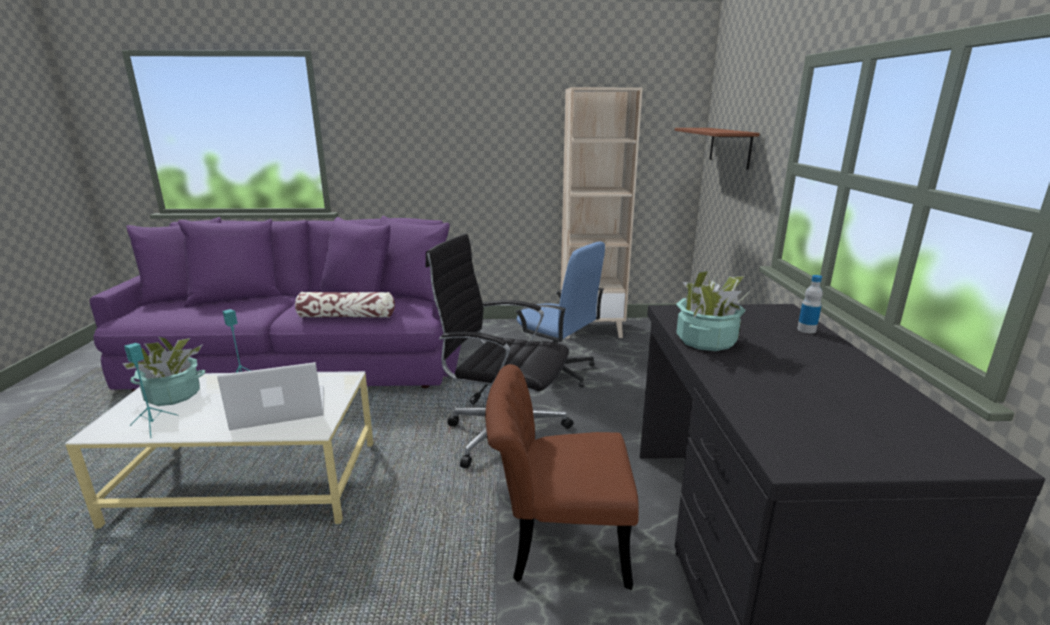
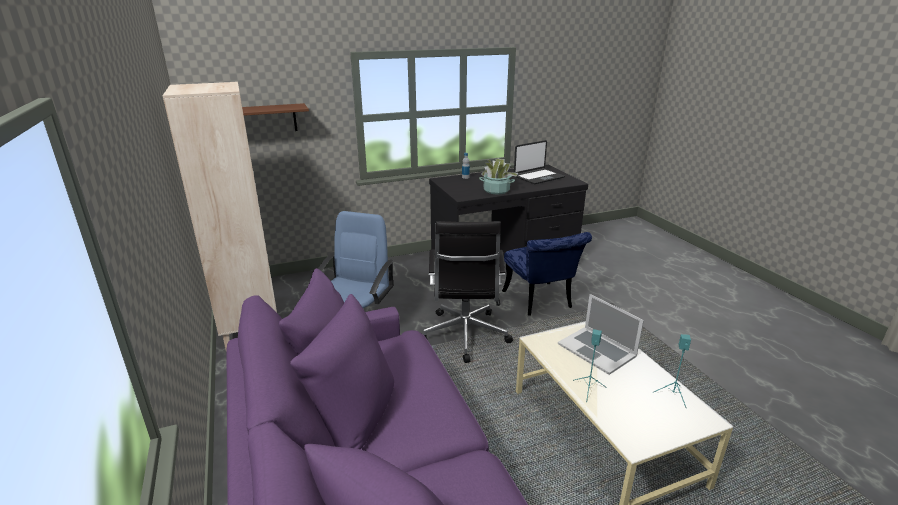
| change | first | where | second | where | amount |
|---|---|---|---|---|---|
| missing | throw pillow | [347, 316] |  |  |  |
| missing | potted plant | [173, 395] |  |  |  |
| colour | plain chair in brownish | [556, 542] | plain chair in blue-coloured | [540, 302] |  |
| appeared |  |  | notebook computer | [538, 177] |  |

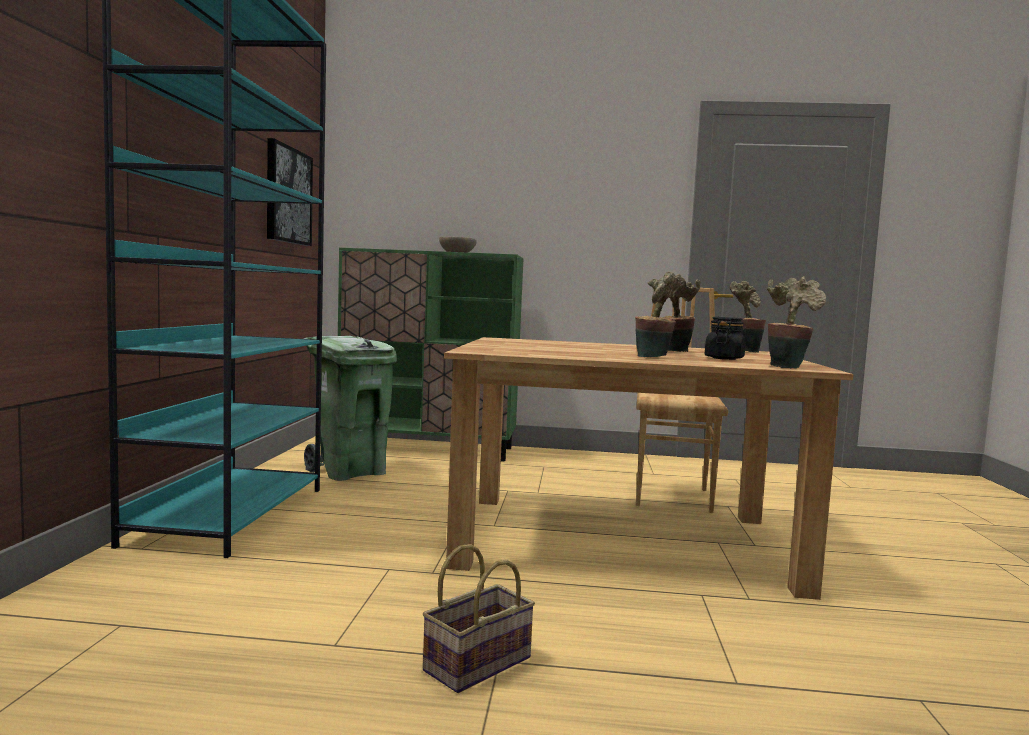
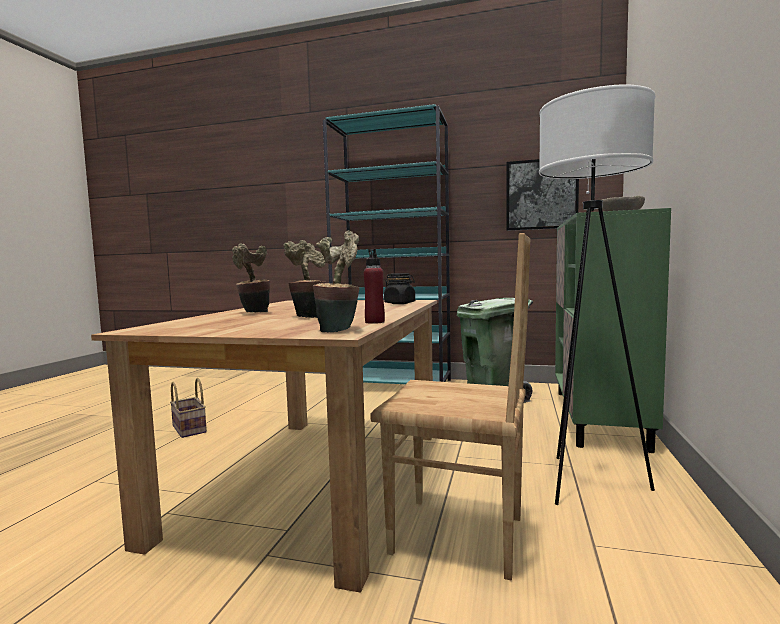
| change | first | where | second | where | amount |
|---|---|---|---|---|---|
| missing | potted plant | [787, 366] |  |  |  |
| relocated | jar in black | [724, 358] |  | [400, 303] |  |
| appeared |  |  | standard lamp in whitish | [586, 483] |  |
| appeared |  |  | drink bottle in reddish | [374, 322] |  |

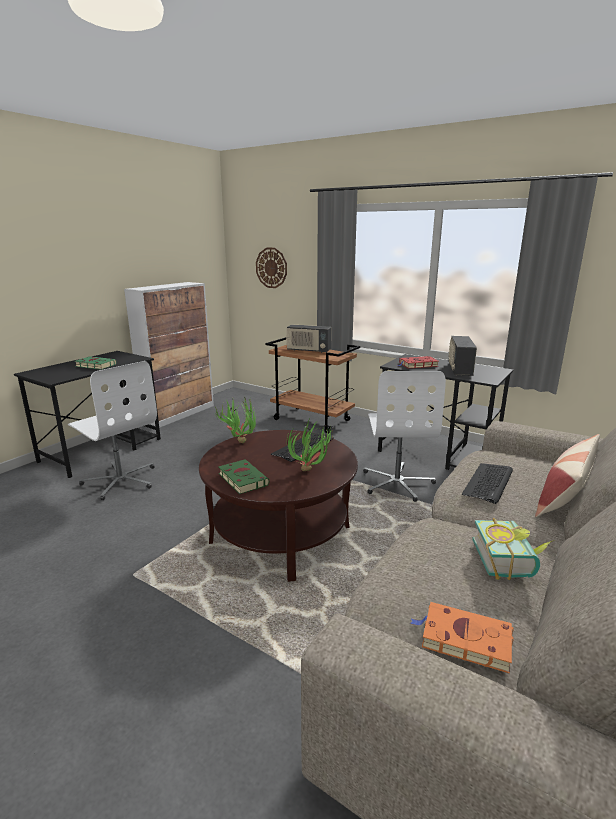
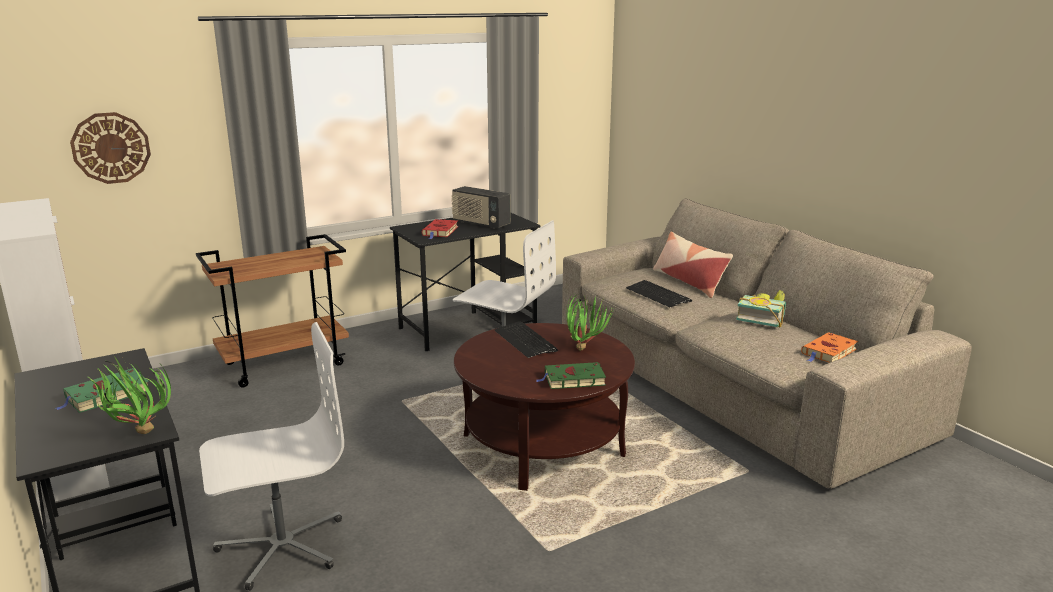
| change | first | where | second | where | amount |
|---|---|---|---|---|---|
| missing | radio | [308, 350] |  |  |  |
| relocated | potted plant | [238, 441] |  | [135, 435] |  |

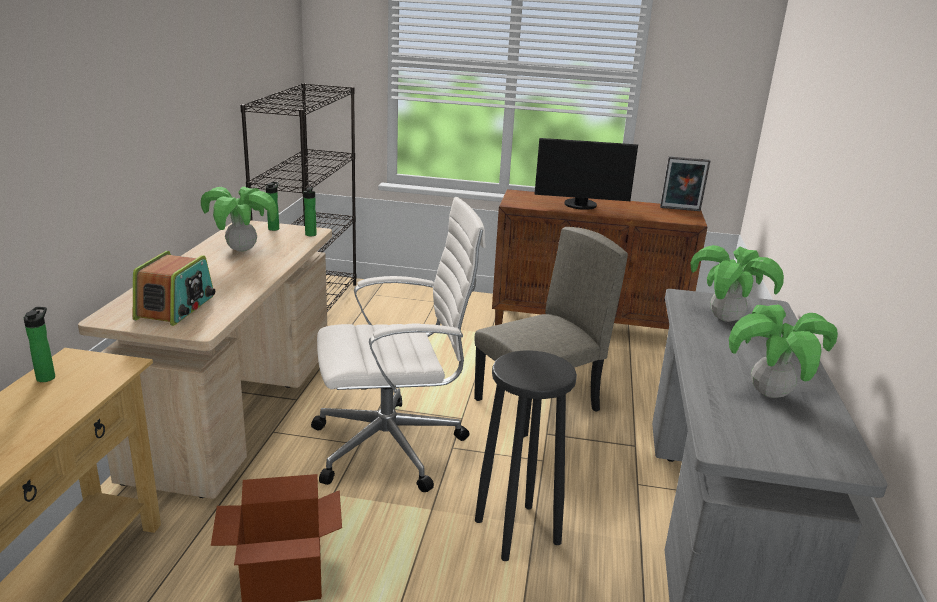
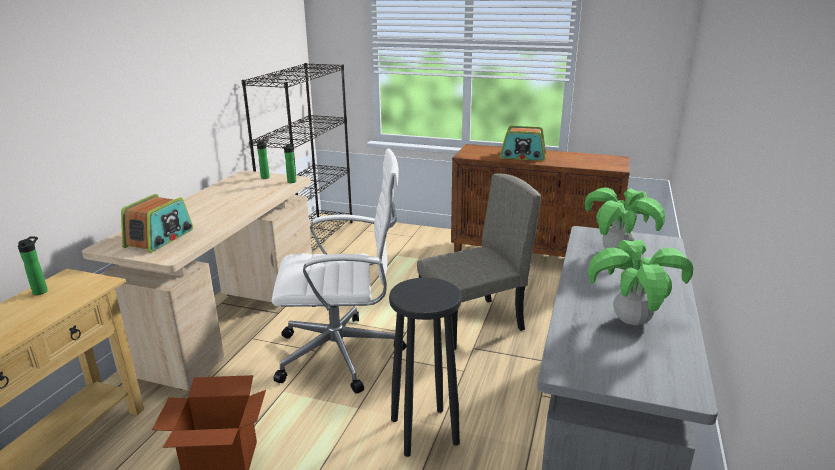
| change | first | where | second | where | amount |
|---|---|---|---|---|---|
| exchanged | computer screen | [580, 205] | radio | [522, 156] |  |
| missing | photo frame | [680, 209] |  |  |  |
| missing | potted plant | [242, 249] |  |  |  |

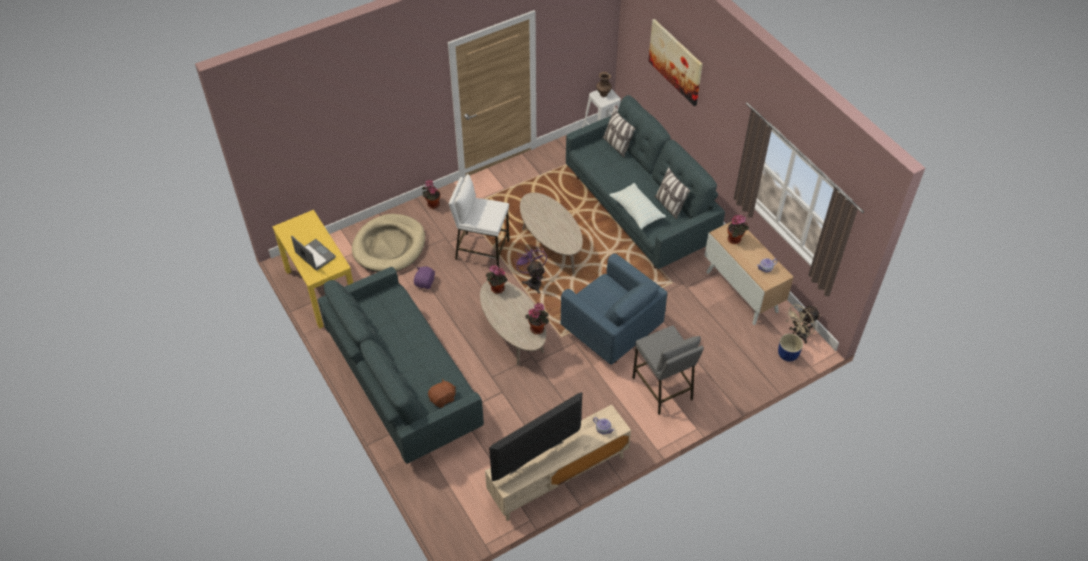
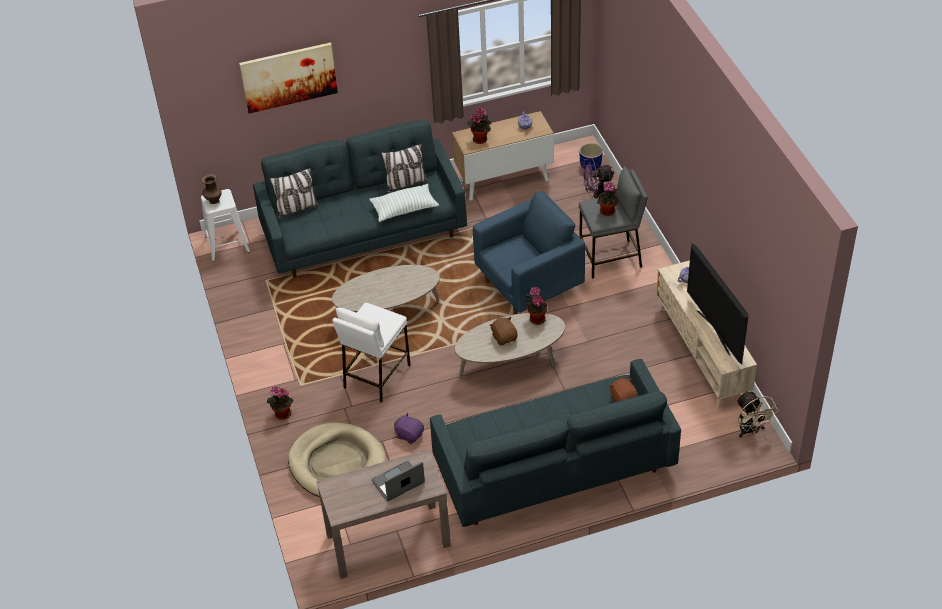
| change | first | where | second | where | amount |
|---|---|---|---|---|---|
| colour | console table in yellowish | [321, 290] | console table in brownish | [387, 540] |  |
| relocated | fan in purple | [533, 281] |  | [596, 196] |  |
| relocated | potted plant | [496, 289] |  | [608, 212] |  |
| relocated | fan in beige-coloured | [799, 335] |  | [750, 430] |  |
| appeared |  |  | cuddly toy in brownish | [504, 337] |  |

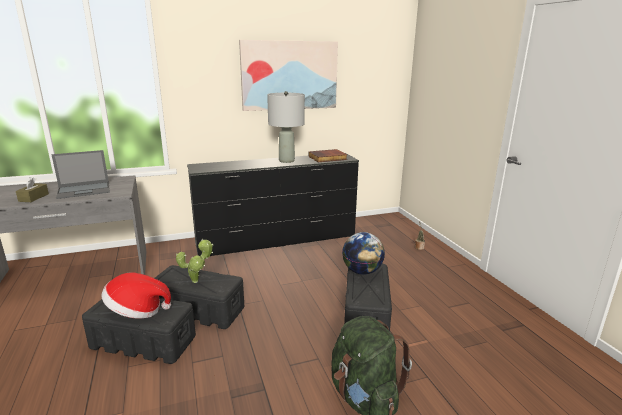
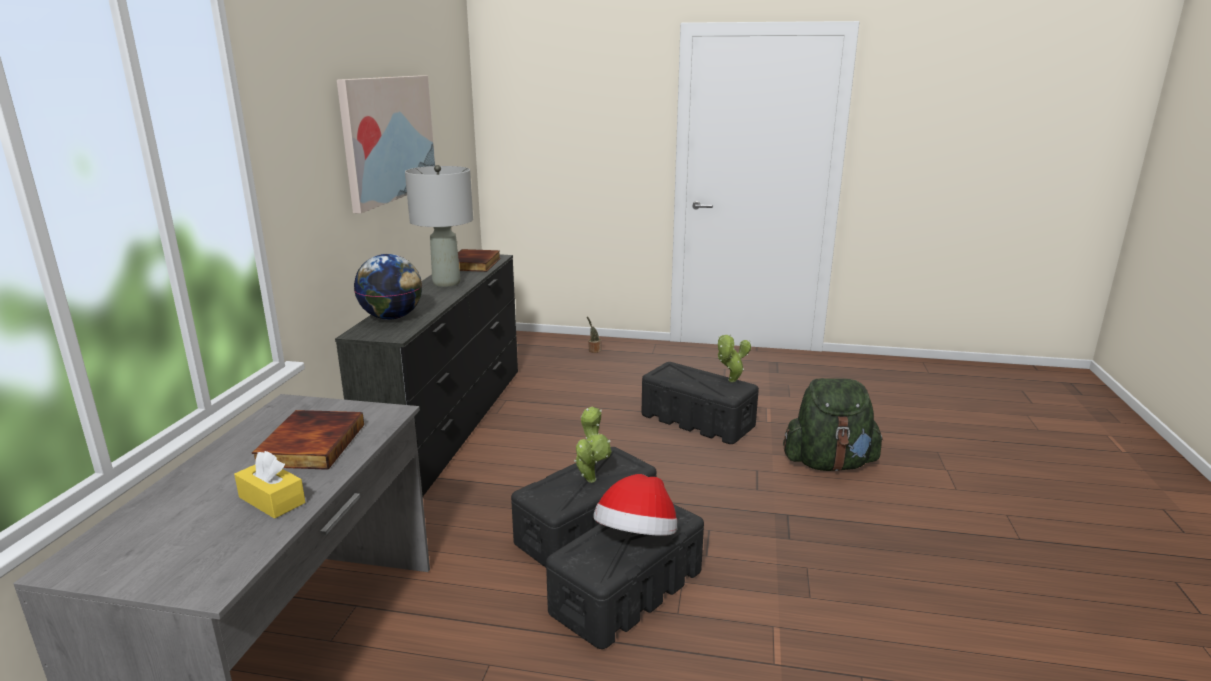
| change | first | where | second | where | amount |
|---|---|---|---|---|---|
| exchanged | notebook computer | [85, 190] | volume | [310, 444] |  |
| colour | box of tissues in brownish | [33, 197] | box of tissues in yellowish | [272, 500] |  |
| relocated | globe | [362, 271] |  | [392, 317] |  |
| appeared |  |  | potted plant | [730, 382] |  |

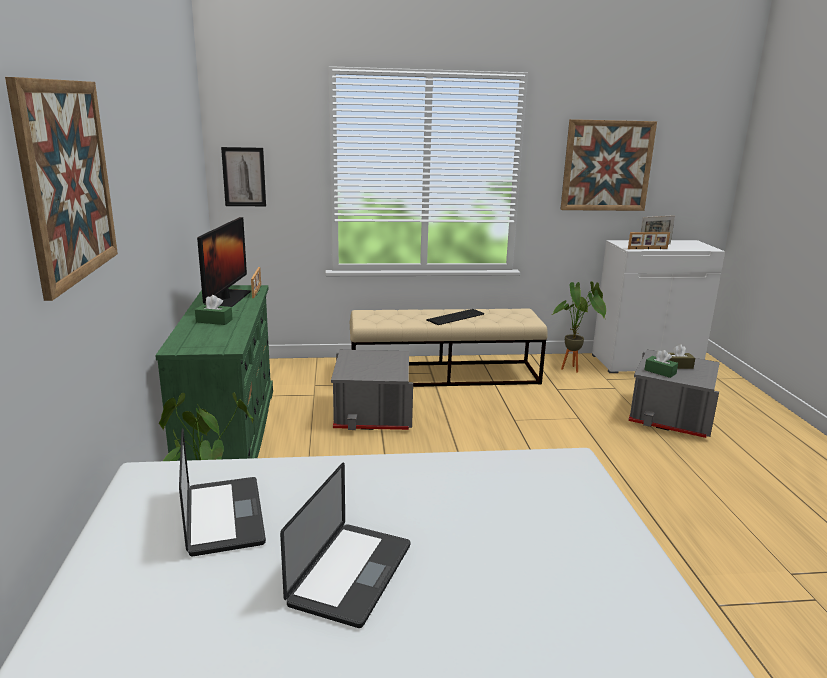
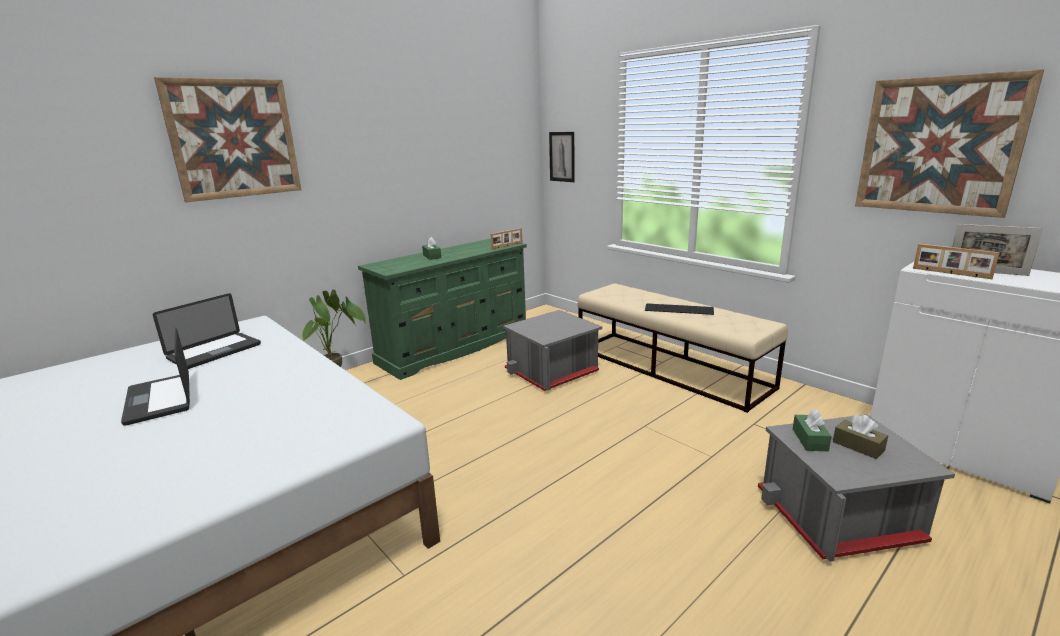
| change | first | where | second | where | amount |
|---|---|---|---|---|---|
| missing | computer screen | [227, 299] |  |  |  |
| missing | potted plant | [575, 369] |  |  |  |
| spun | notebook computer | [351, 574] |  | [159, 399] | 75 degrees clockwise |

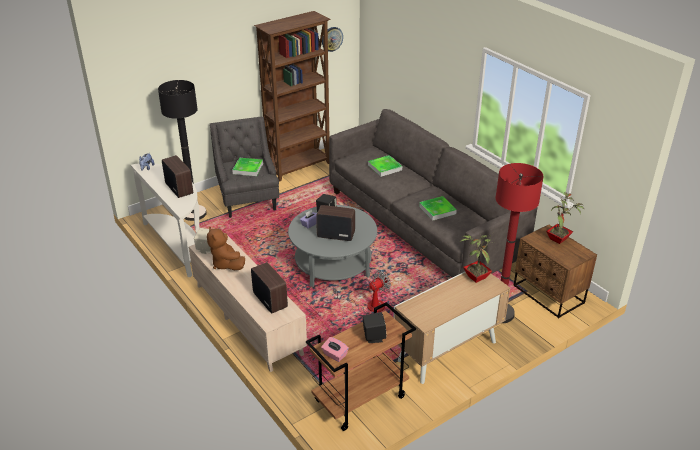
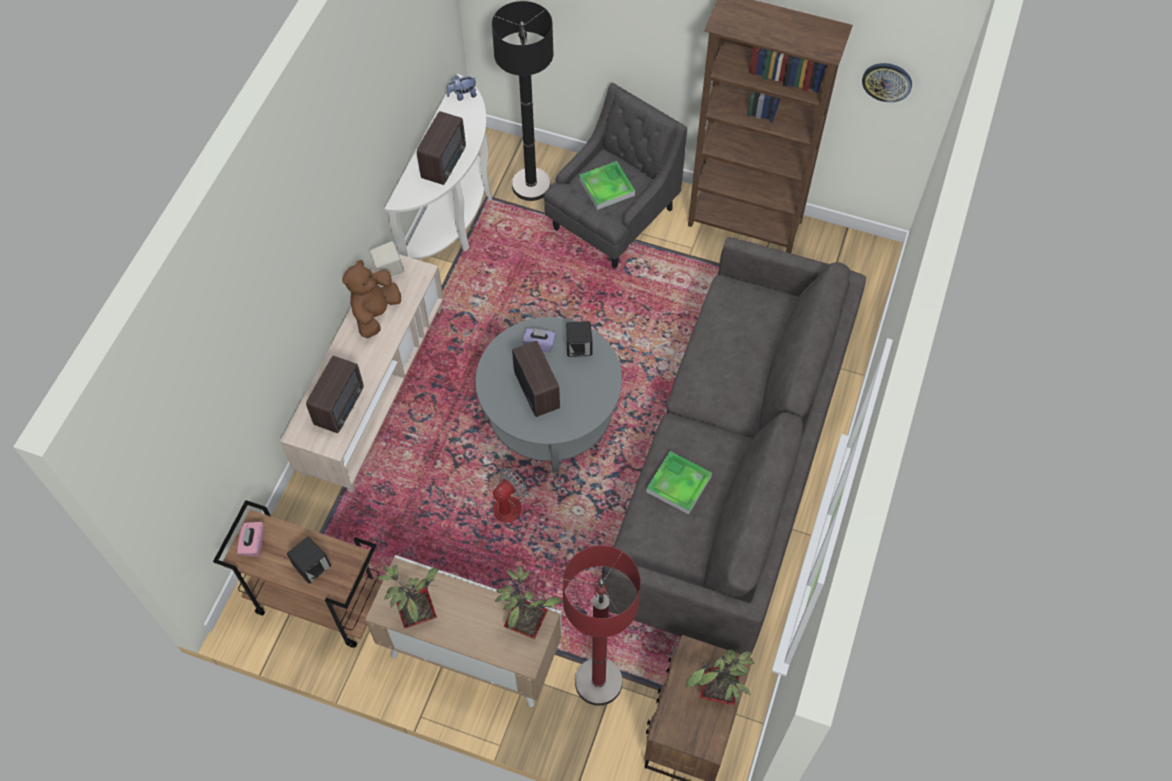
| change | first | where | second | where | amount |
|---|---|---|---|---|---|
| missing | tray | [385, 167] |  |  |  |
| spun | fan | [369, 305] |  | [496, 508] | 60 degrees counterclockwise |
| appeared |  |  | potted plant | [417, 612] |  |

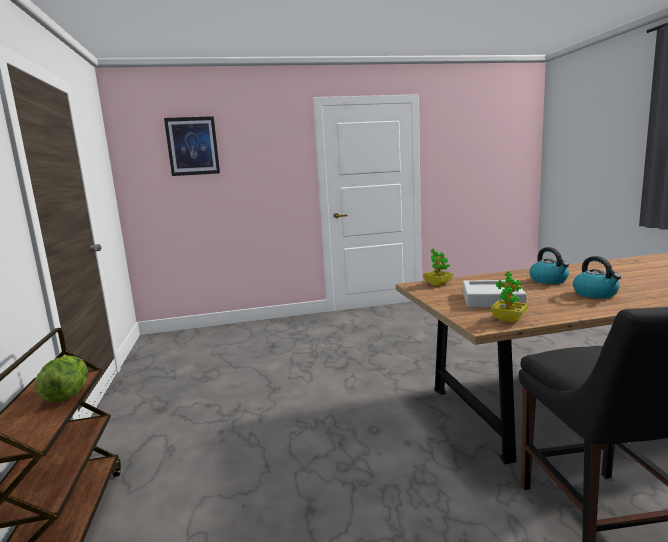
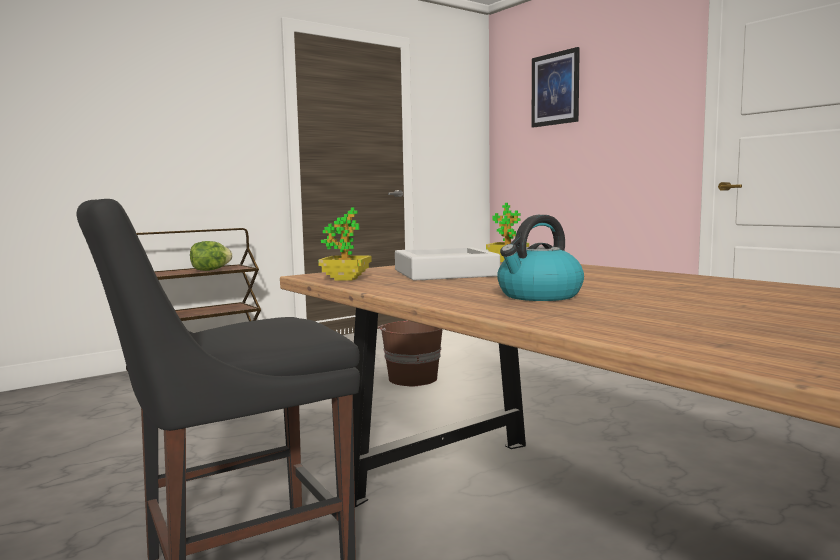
| change | first | where | second | where | amount |
|---|---|---|---|---|---|
| missing | water kettle | [549, 280] |  |  |  |
| appeared |  |  | bucket in brownish | [412, 378] |  |

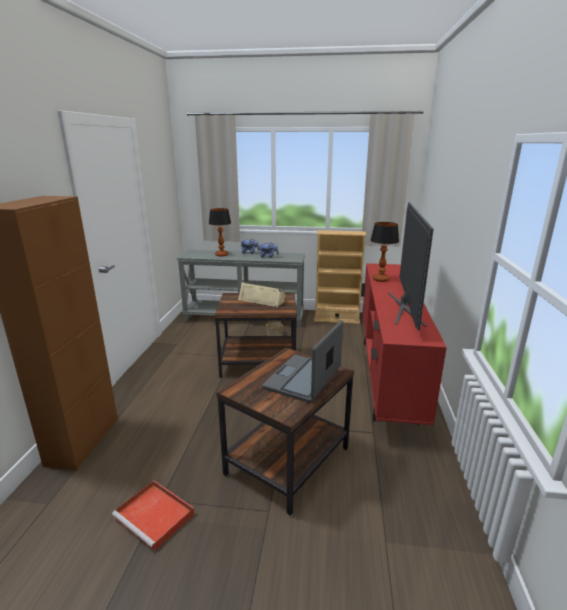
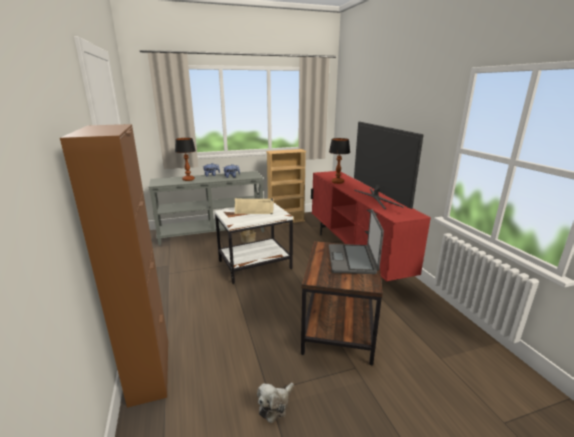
| change | first | where | second | where | amount |
|---|---|---|---|---|---|
| colour | accent table in brownish | [259, 363] | accent table in whitish | [254, 264] |  |
| exchanged | tray in reddish | [156, 516] | cuddly toy | [275, 405] |  |

